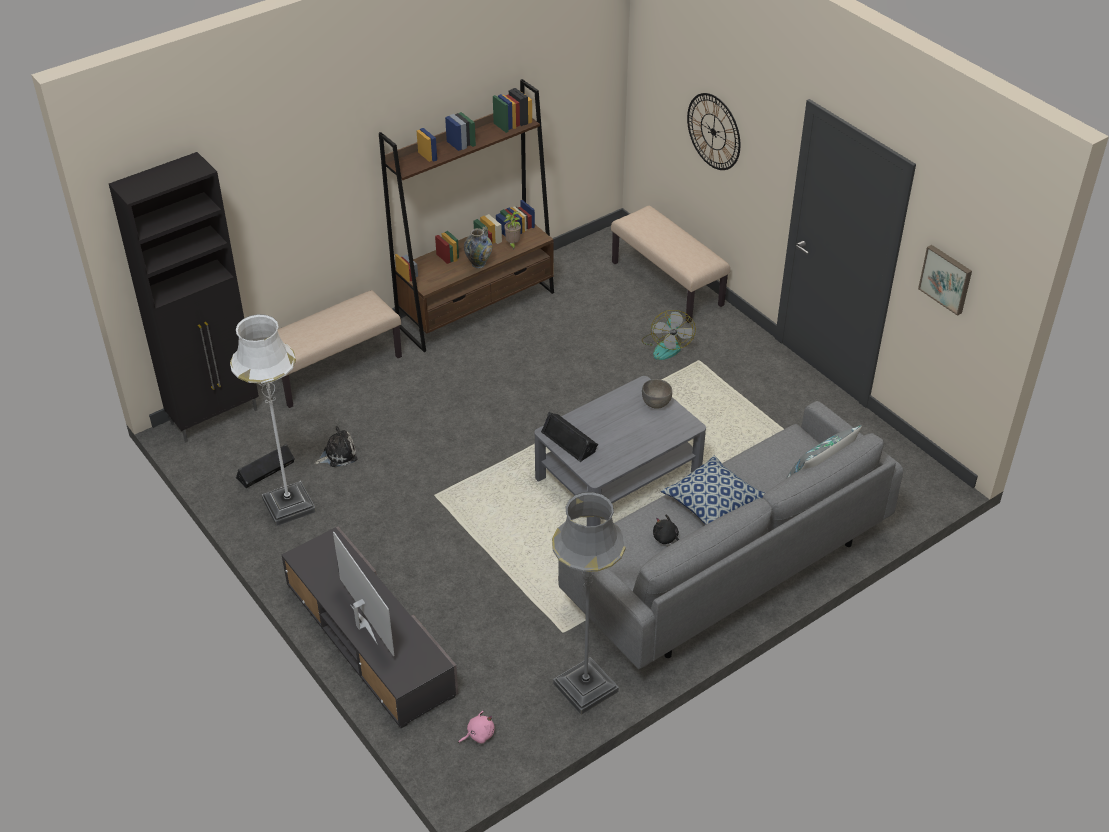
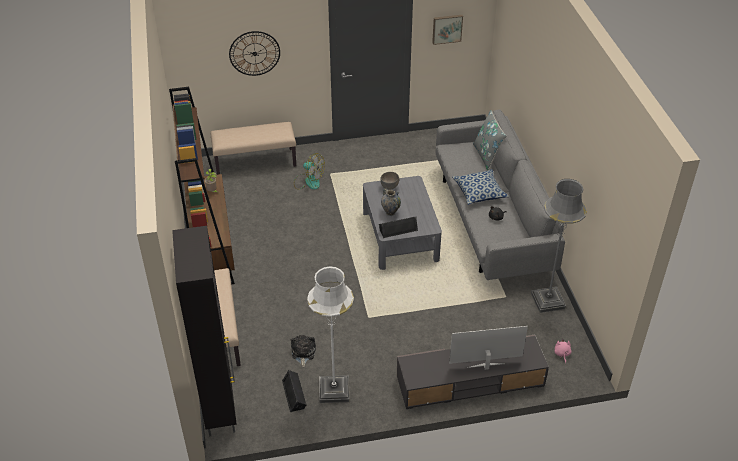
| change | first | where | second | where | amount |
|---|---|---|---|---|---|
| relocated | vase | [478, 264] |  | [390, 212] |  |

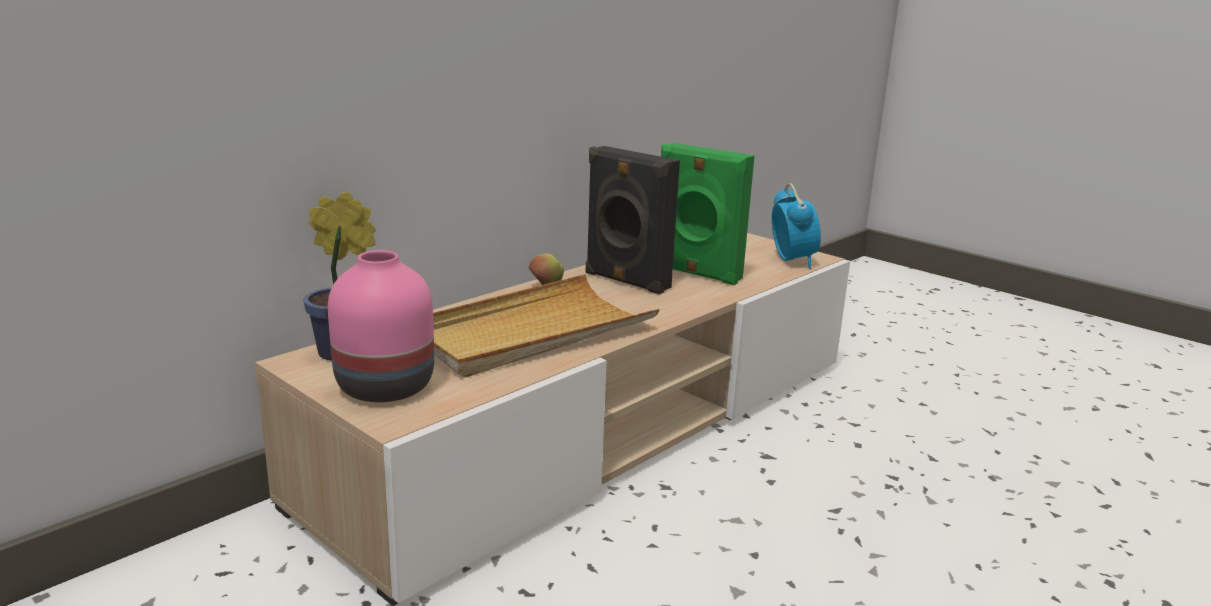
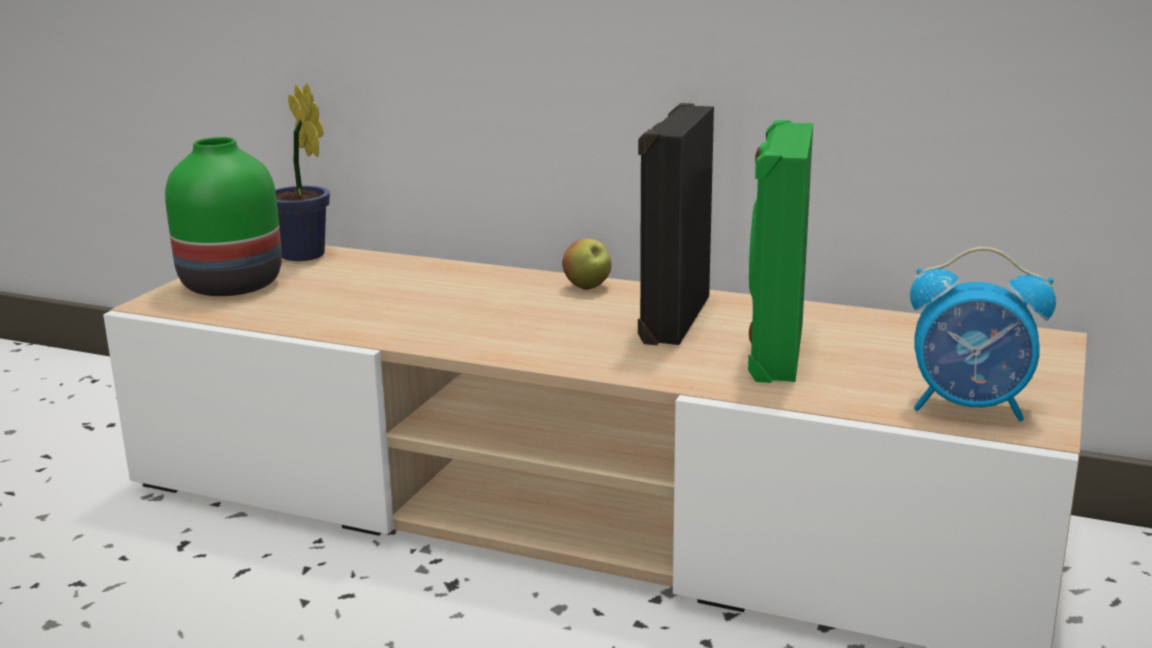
| change | first | where | second | where | amount |
|---|---|---|---|---|---|
| spun | alarm clock | [792, 260] |  | [970, 408] | 45 degrees clockwise |
| colour | vase in pinkish | [382, 387] | vase in green | [231, 284] |  |
| missing | tray in beige-coloured | [530, 332] |  |  |  |

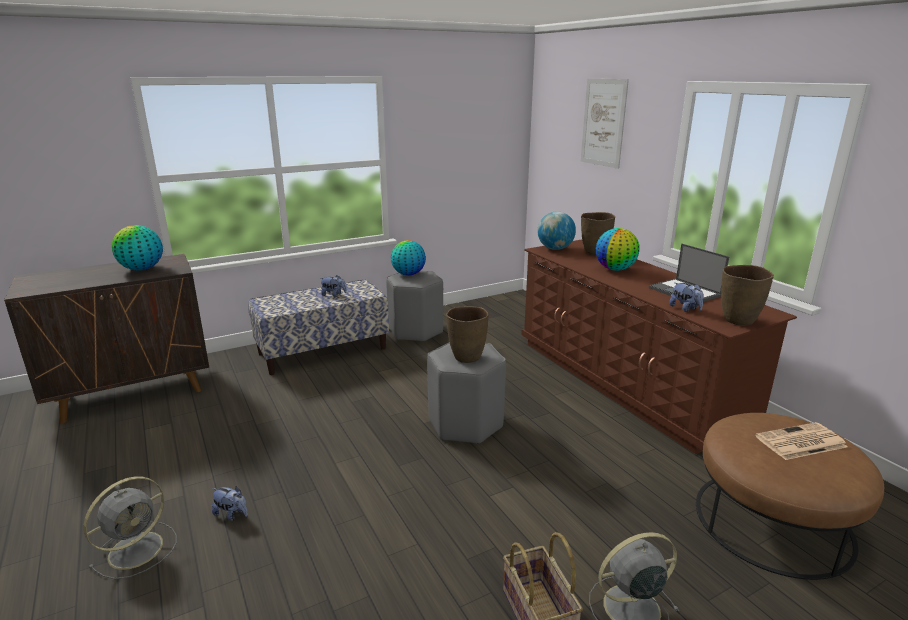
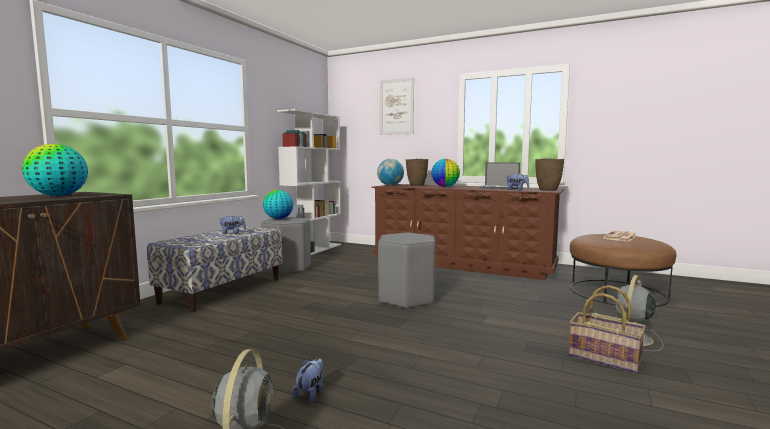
| change | first | where | second | where | amount |
|---|---|---|---|---|---|
| missing | vase in brownish | [466, 357] |  |  |  |
| spun | cuddly toy | [232, 514] |  | [311, 393] | 60 degrees counterclockwise |
| appeared |  |  | bookshelf in whitish | [313, 250] |  |

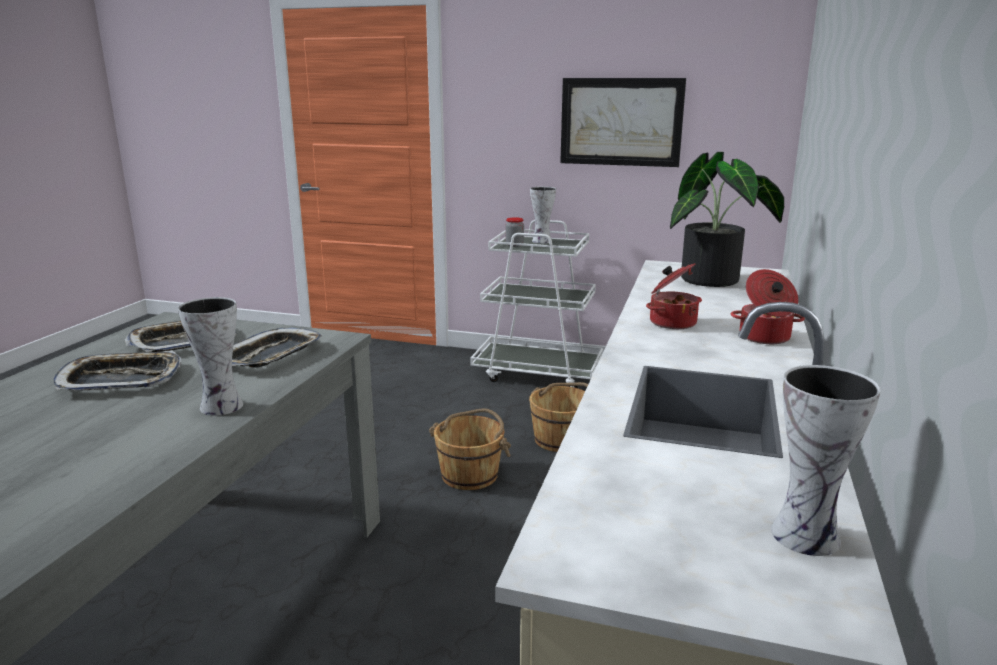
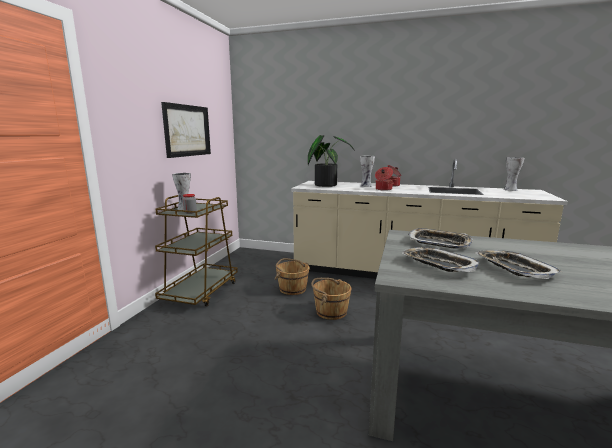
| change | first | where | second | where | amount |
|---|---|---|---|---|---|
| colour | trolley in whitish | [538, 373] | trolley in brownish | [201, 292] |  |
| relocated | vase | [220, 407] |  | [366, 186] |  |

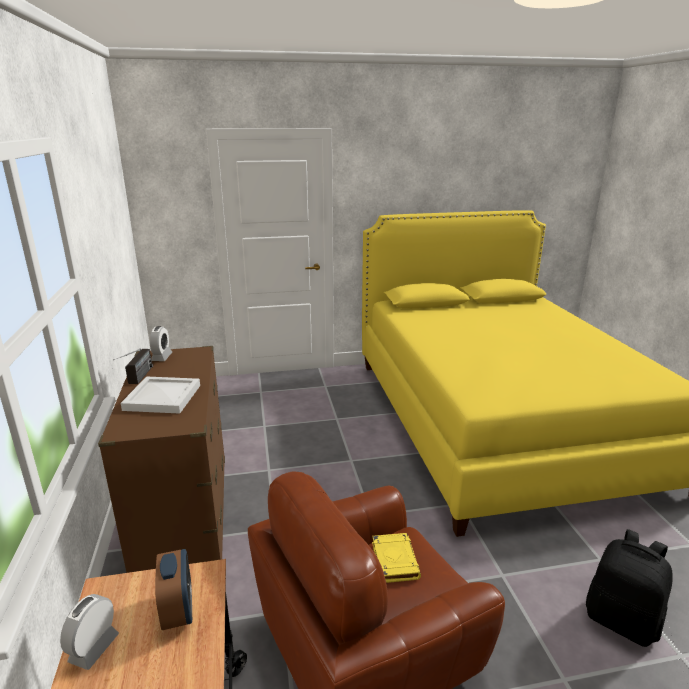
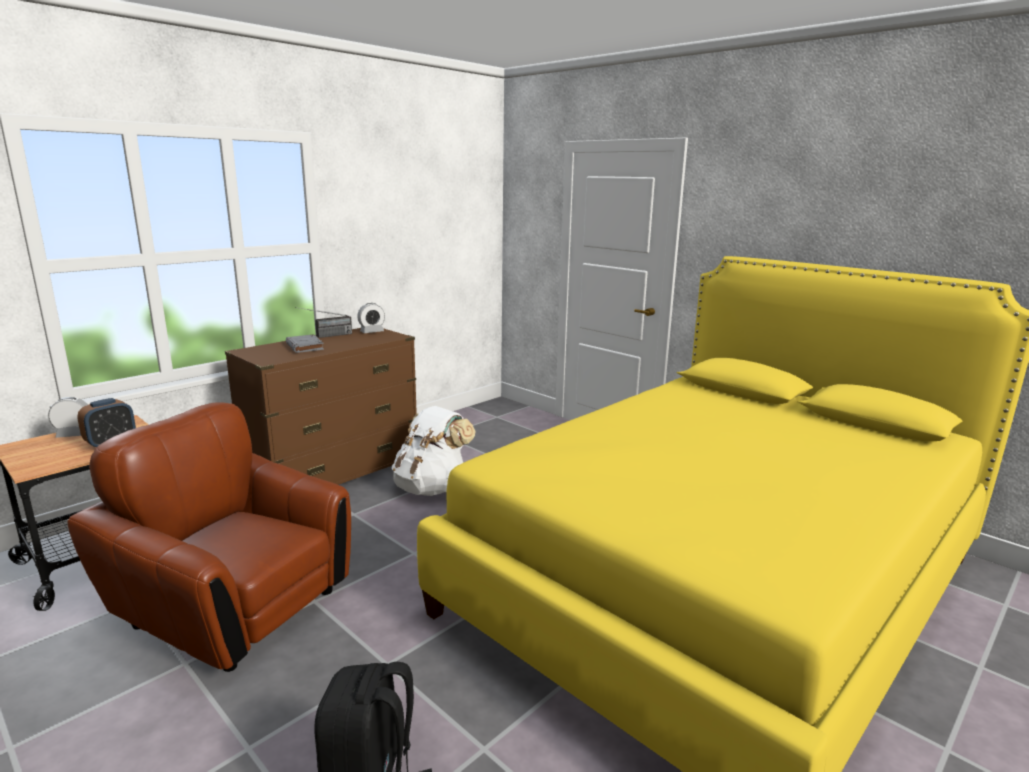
| change | first | where | second | where | amount |
|---|---|---|---|---|---|
| exchanged | tray in whitish | [164, 397] | volume in grey | [305, 347] |  |
| missing | volume in yellowish | [394, 560] |  |  |  |
| appeared |  |  | rucksack in whitish | [432, 488] |  |

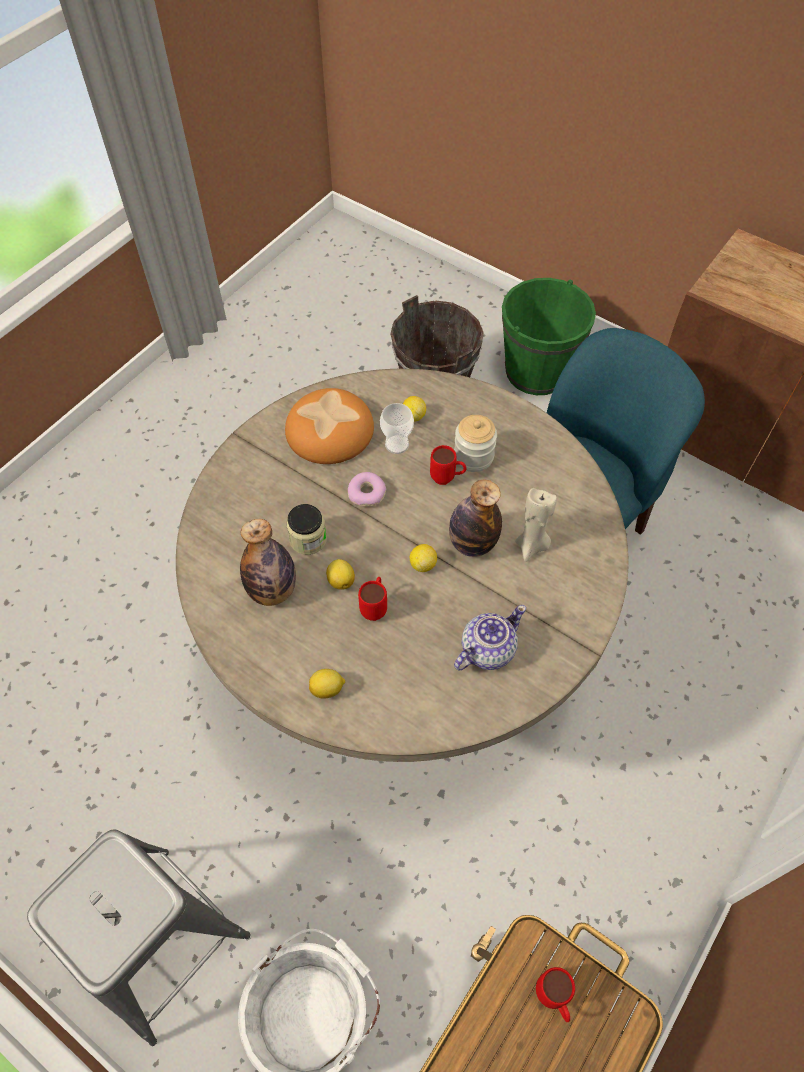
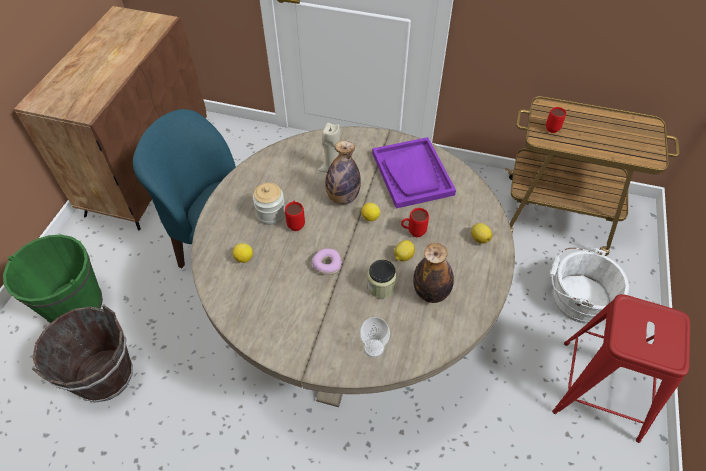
| change | first | where | second | where | amount |
|---|---|---|---|---|---|
| missing | bakery bread | [330, 430] |  |  |  |
| relocated | small cup | [397, 444] |  | [373, 348] |  |
| exchanged | teapot | [486, 650] | tray in purple | [412, 174] |  |
| colour | stool in grey | [160, 942] | stool in reddish | [599, 389] |  |

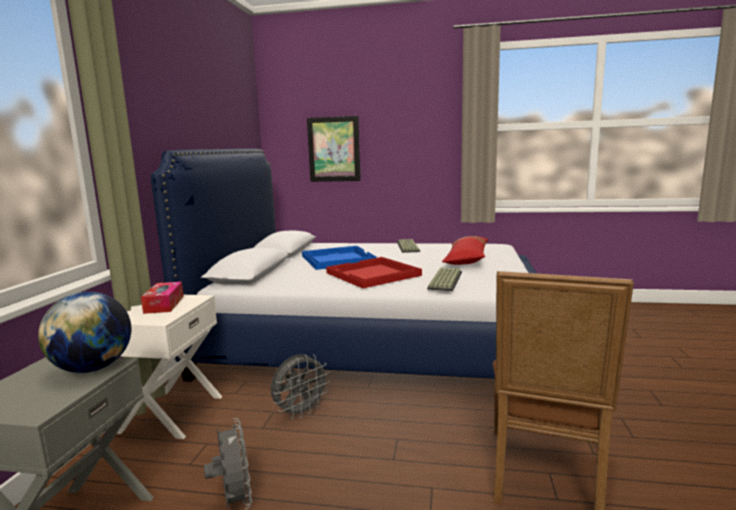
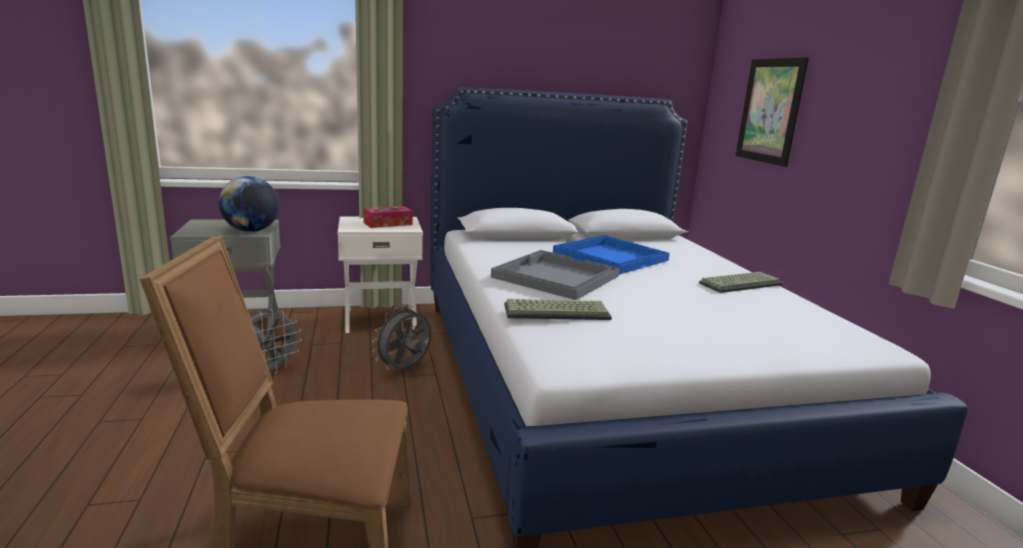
| change | first | where | second | where | amount |
|---|---|---|---|---|---|
| missing | throw pillow in reddish | [466, 259] |  |  |  |
| colour | tray in reddish | [373, 274] | tray in grey | [554, 276] |  |
| spun | fan in grey | [301, 412] |  | [404, 370] | 105 degrees clockwise |

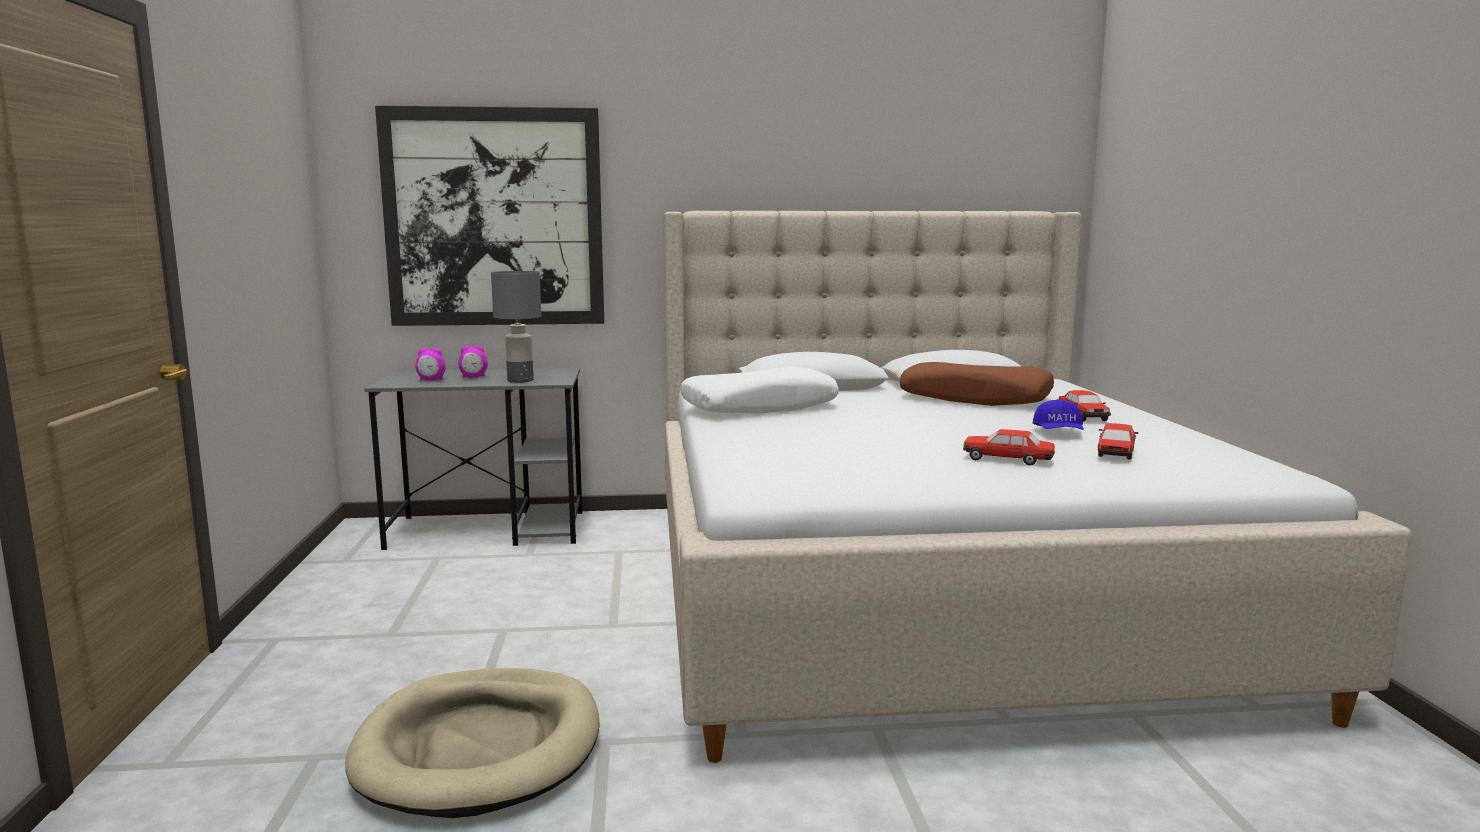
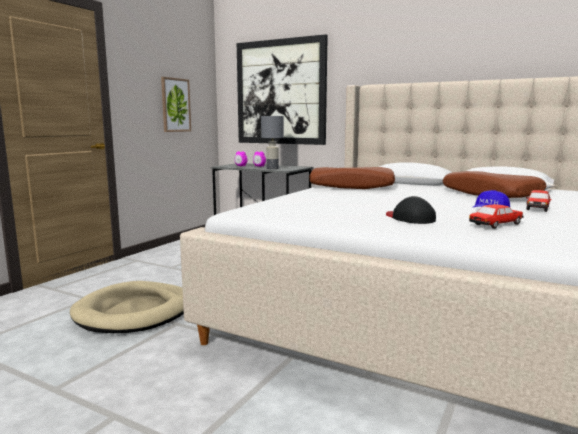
| change | first | where | second | where | amount |
|---|---|---|---|---|---|
| colour | throw pillow in whitish | [759, 407] | throw pillow in brownish | [351, 186] |  |
| exchanged | miniature car | [1008, 459] | baseball cap in black | [409, 218] |  |
| appeared |  |  | wall art | [175, 105] |  |

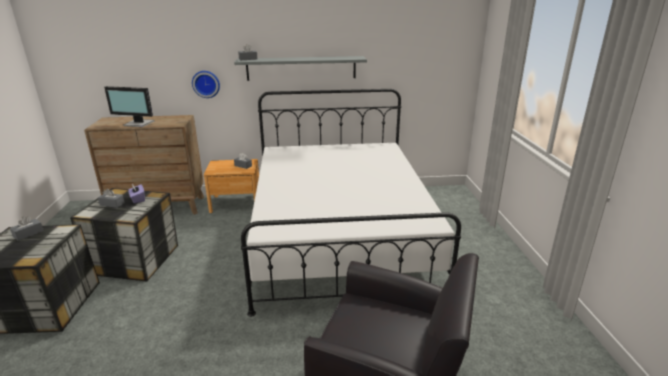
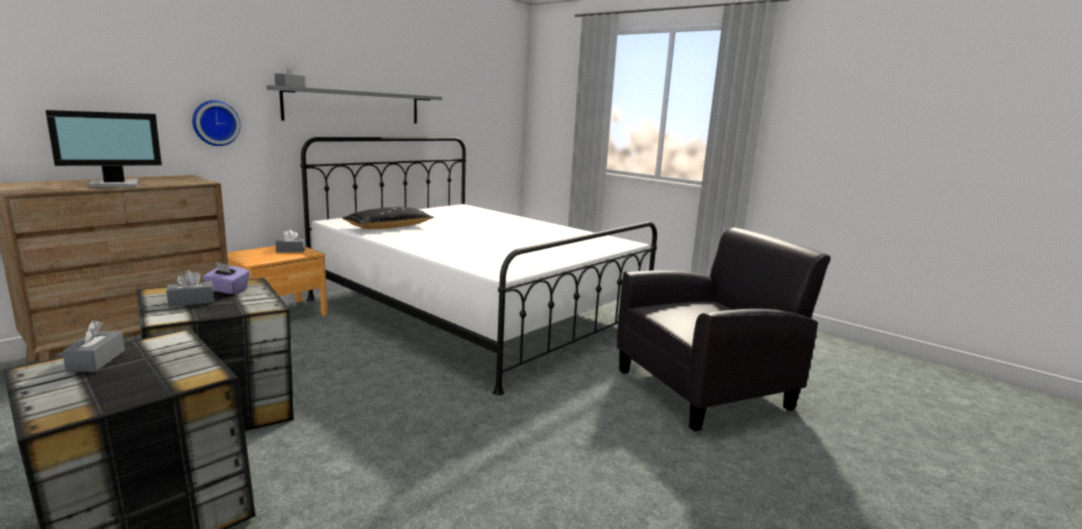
| change | first | where | second | where | amount |
|---|---|---|---|---|---|
| appeared |  |  | throw pillow in black | [389, 227] |  |

